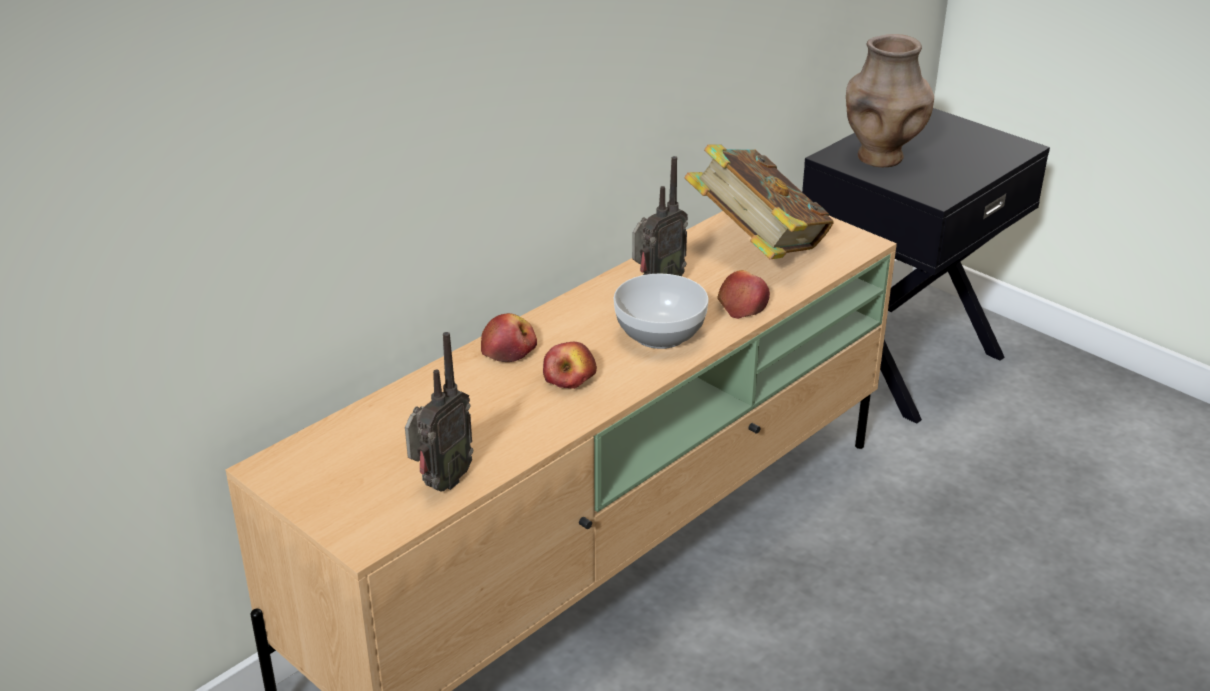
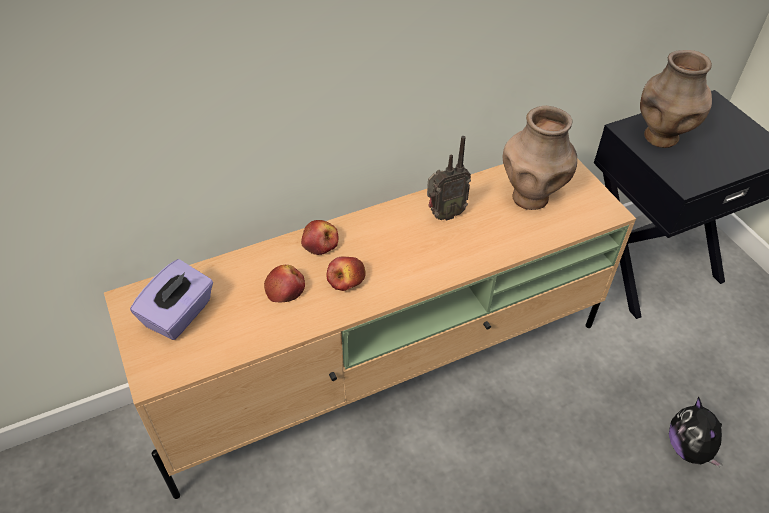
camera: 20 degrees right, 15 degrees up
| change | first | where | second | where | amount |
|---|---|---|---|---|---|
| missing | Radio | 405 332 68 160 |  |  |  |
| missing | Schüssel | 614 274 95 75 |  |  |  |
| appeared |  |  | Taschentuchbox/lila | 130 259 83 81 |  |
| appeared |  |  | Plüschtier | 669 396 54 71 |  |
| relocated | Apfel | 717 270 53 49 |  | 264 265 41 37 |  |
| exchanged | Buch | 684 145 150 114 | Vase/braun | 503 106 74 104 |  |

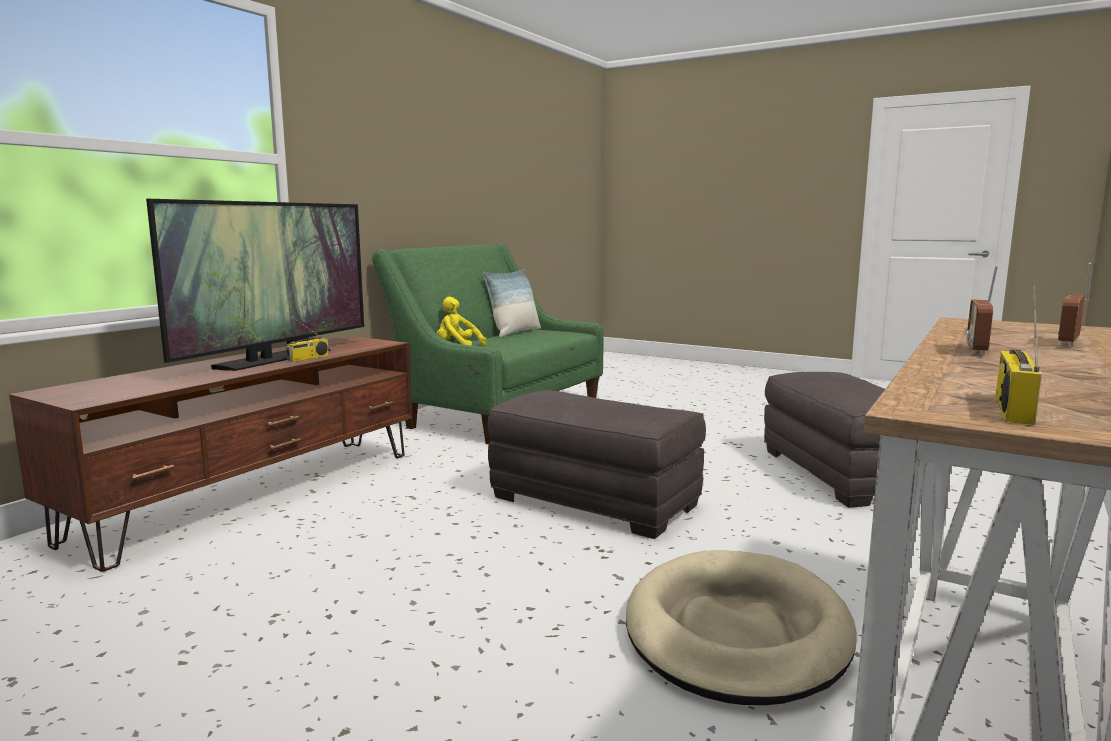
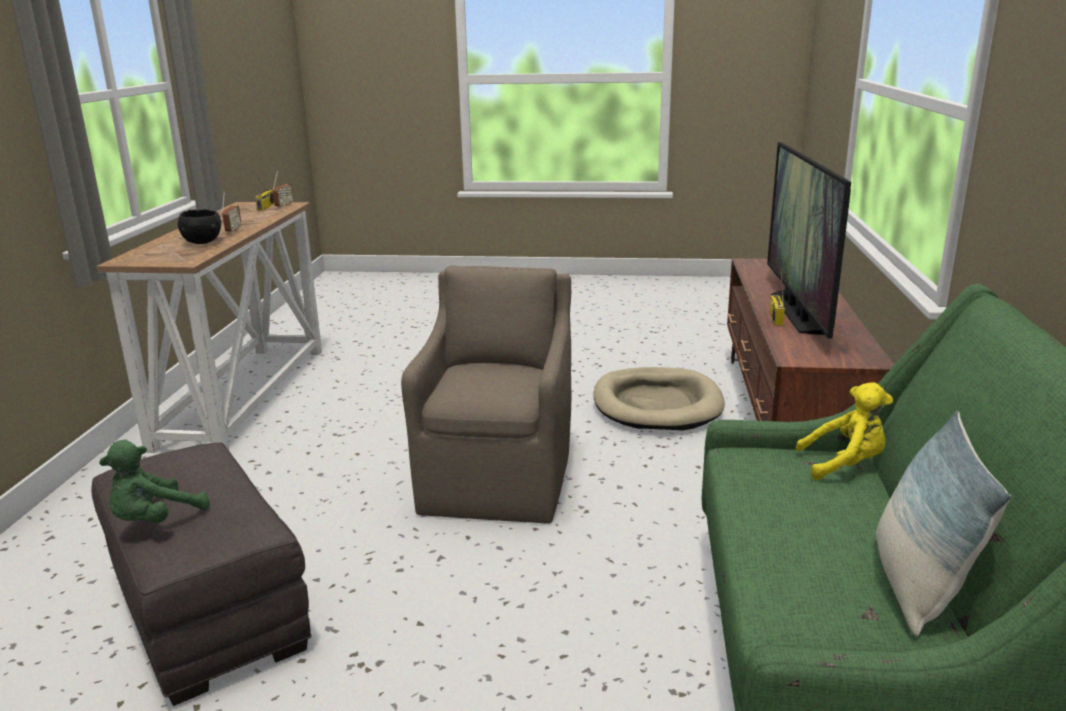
camera: 155 degrees right, 10 degrees up
| change | first | where | second | where | amount |
|---|---|---|---|---|---|
| appeared |  |  | Plüschtier/grün | 99 439 111 84 |  |
| appeared |  |  | Schüssel/schwarz | 178 209 43 35 |  |
| relocated | Hundebett/beige | 626 550 231 155 |  | 593 367 132 63 |  |
| relocated | Radio | 1058 262 33 84 |  | 272 171 22 37 |  |
| exchanged | Polsterhocker/grau | 488 390 218 149 | Sessel/braun | 401 266 170 258 |  |

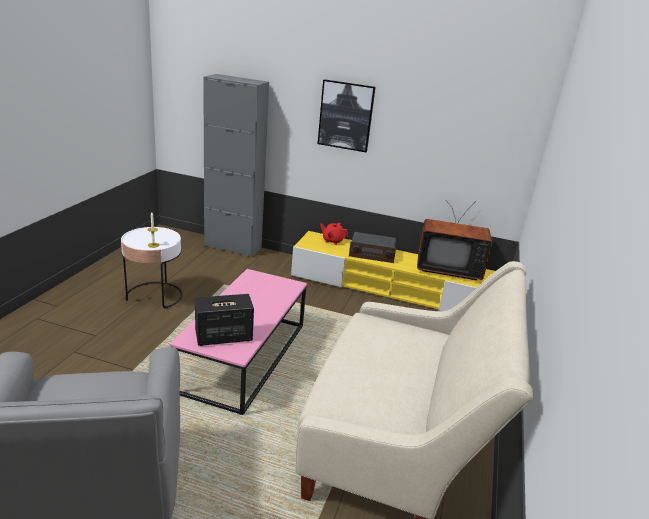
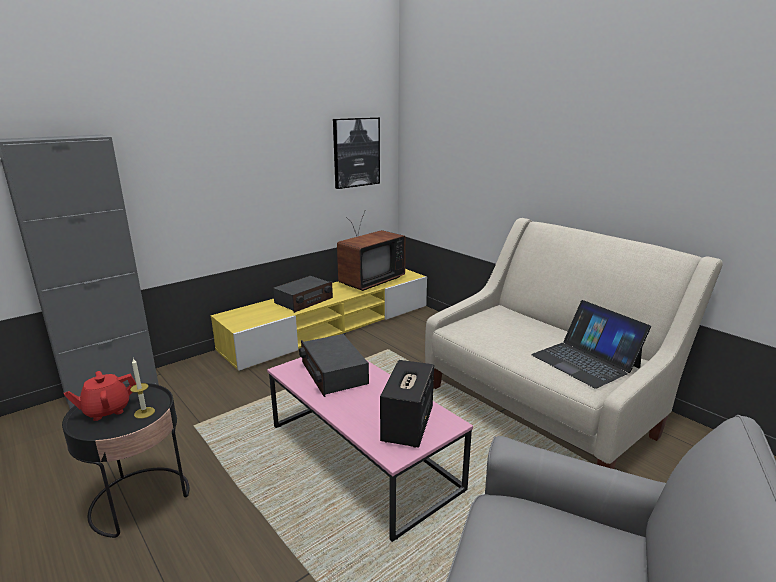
camera: 55 degrees left, 5 degrees down
| change | first | where | second | where | amount |
|---|---|---|---|---|---|
| appeared |  |  | Radio | 299 334 70 63 |  |
| appeared |  |  | Laptop | 531 300 120 89 |  |
| relocated | Bild | 318 79 58 73 |  | 333 117 47 72 |  |
| relocated | Teekanne/rot | 320 223 28 22 |  | 64 371 72 50 |  |
| colour | Beistelltisch/weiß | 121 227 61 81 | Beistelltisch/schwarz | 62 383 127 155 |  |

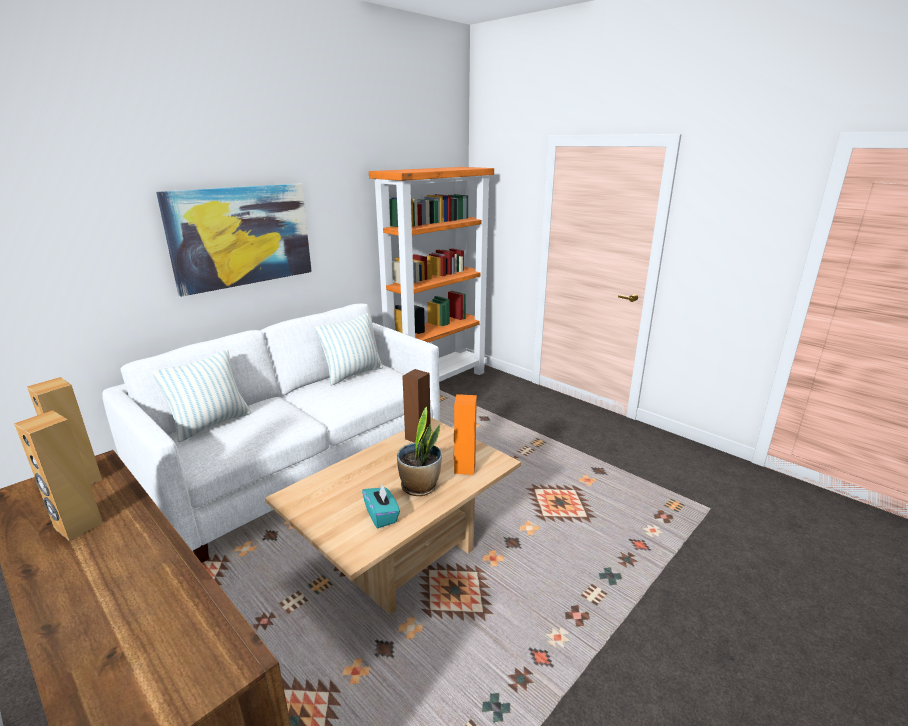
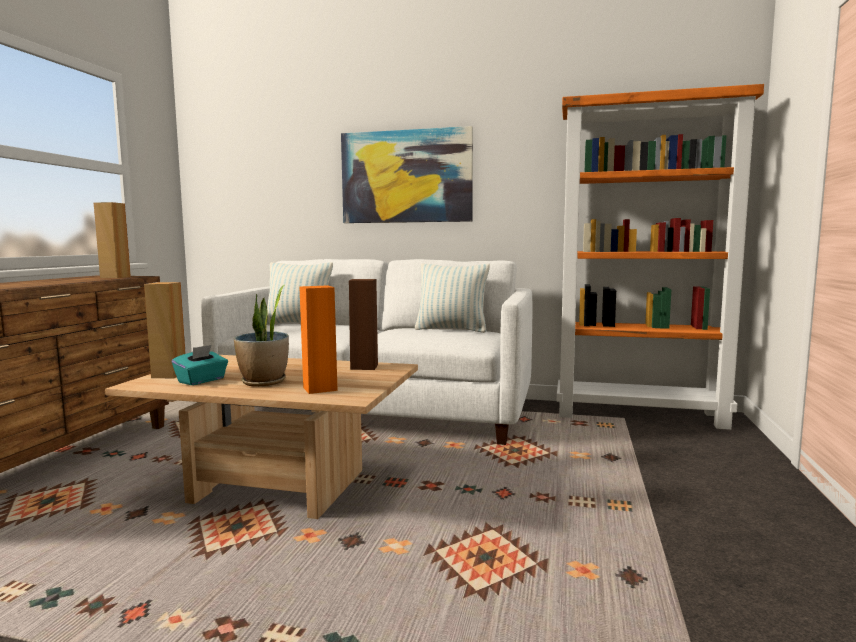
camera: 60 degrees right, 15 degrees down
| change | first | where | second | where | amount |
|---|---|---|---|---|---|
| relocated | Lautsprecher/braun | 14 410 89 131 |  | 144 282 42 96 |  |

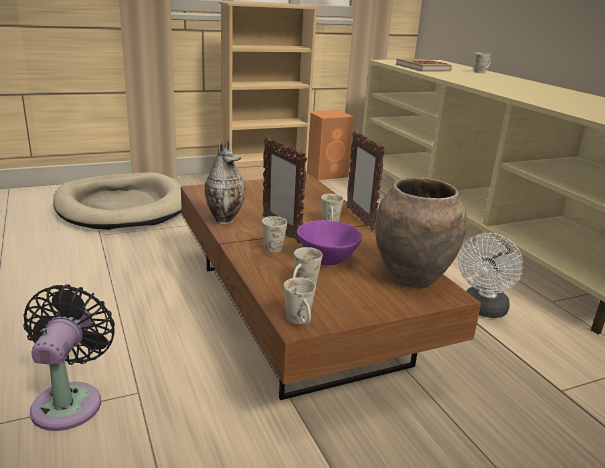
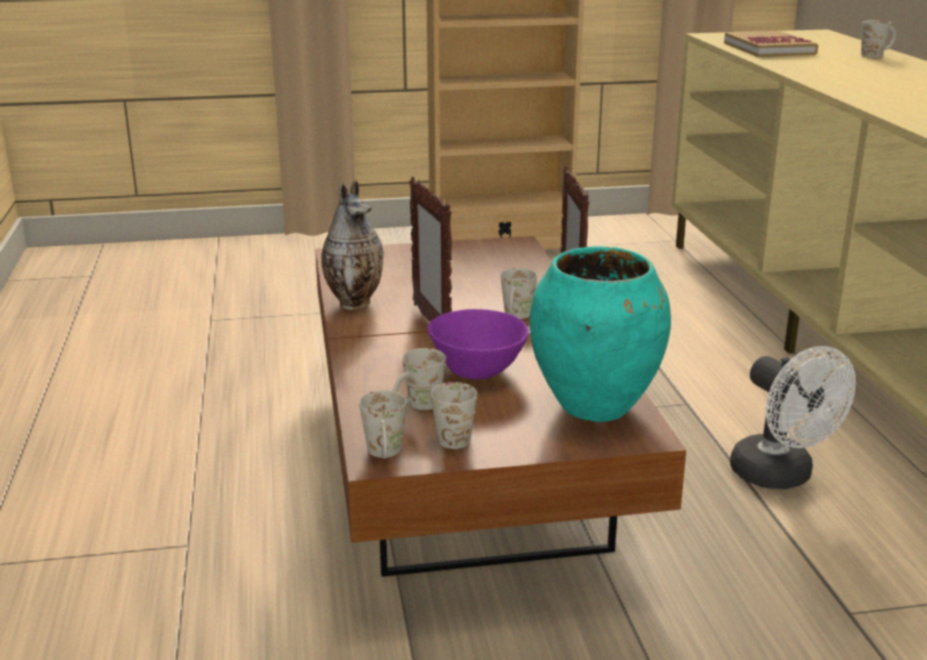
camera: 15 degrees right, 0 degrees up
| change | first | where | second | where | amount |
|---|---|---|---|---|---|
| missing | Ventilator/schwarz | 23 284 92 147 |  |  |  |
| missing | Hundebett/beige | 53 172 129 58 |  |  |  |
| missing | Lautsprecher/orange | 307 110 47 71 |  |  |  |
| relocated | Henkelbecher/weiß | 262 216 25 36 |  | 431 382 46 67 |  |
| colour | Vase/braun | 375 177 92 112 | Vase/türkis | 530 246 141 176 |  |
| spun | Ventilator/weiß | 458 233 66 85 |  | 730 346 126 143 | 75 degrees counterclockwise |

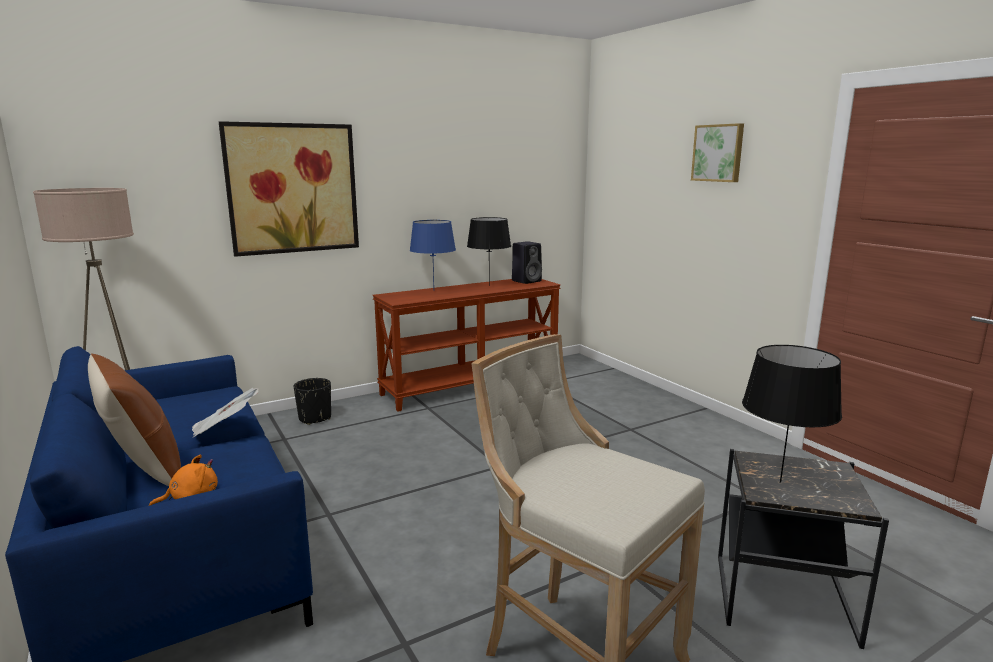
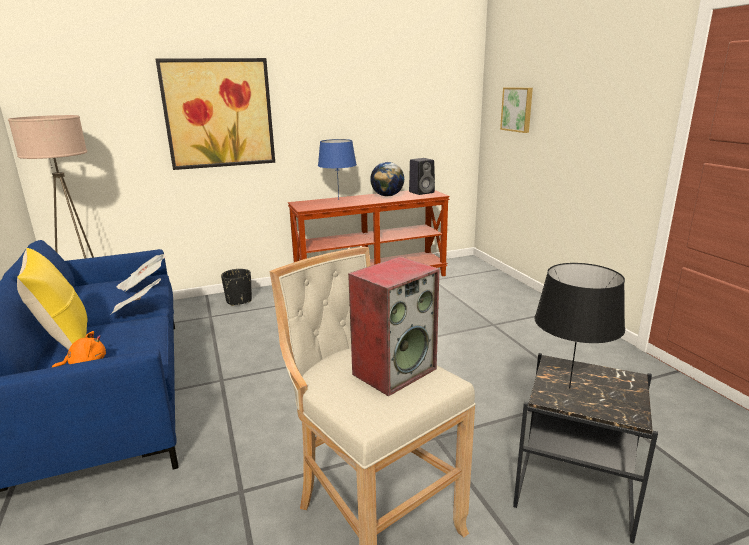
camera: 10 degrees right, 5 degrees up
| change | first | where | second | where | amount |
|---|---|---|---|---|---|
| appeared |  |  | Zeitung | 117 254 49 37 |  |
| appeared |  |  | Lautsprecher | 348 256 92 140 |  |
| relocated | Bild | 691 123 53 59 |  | 500 87 33 46 |  |
| exchanged | Tischlampe/schwarz | 467 217 44 69 | Globus | 370 162 34 34 |  |
| colour | Kissen/braun | 88 354 93 132 | Kissen/gelb | 17 248 71 102 |  |

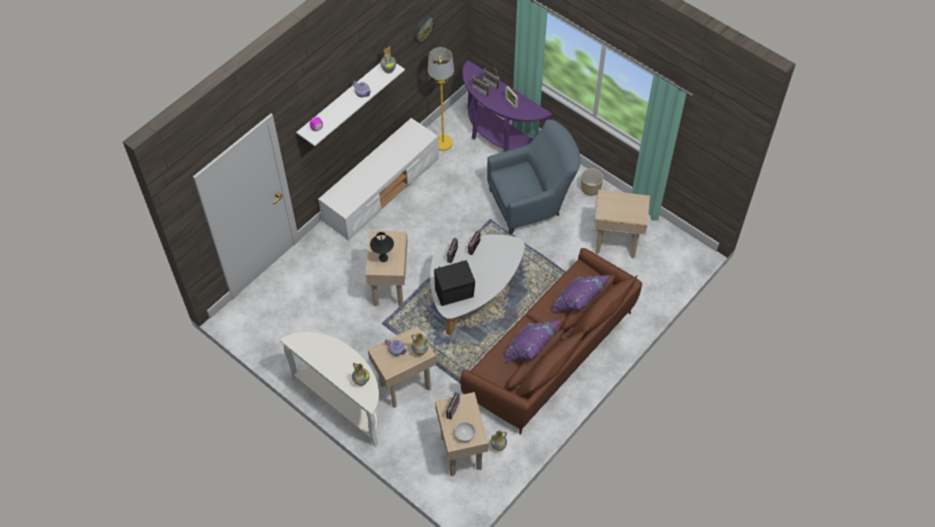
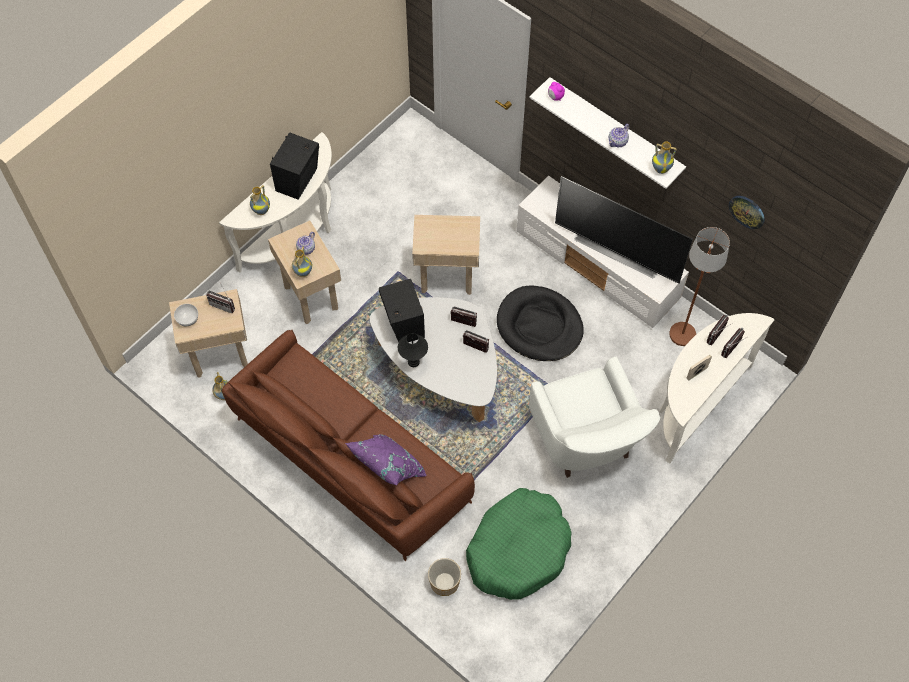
camera: 90 degrees right, 5 degrees up
| change | first | where | second | where | amount |
|---|---|---|---|---|---|
| missing | Kissen/lila | 504 321 56 41 |  |  |  |
| appeared |  |  | Lautsprecher/schwarz | 270 132 49 68 |  |
| appeared |  |  | Hundebett/schwarz | 497 285 87 76 |  |
| appeared |  |  | Fernseher | 555 176 138 108 |  |
| relocated | Tischlampe/schwarz | 370 232 24 30 |  | 398 333 30 34 |  |
| relocated | Pflanzkübel | 581 168 22 28 |  | 428 558 33 38 |  |
| exchanged | Beistelltisch/beige | 594 190 56 68 | Hundebett/grün | 466 488 106 112 |  |
| colour | Stehlampe/gelb | 428 47 26 104 | Stehlampe/braun | 669 227 61 119 |  |
| colour | Konsolentisch/lila | 463 60 89 92 | Konsolentisch/weiß | 659 313 116 151 |  |
| colour | Sessel/blau | 487 120 94 114 | Sessel/weiß | 529 357 131 121 |  |

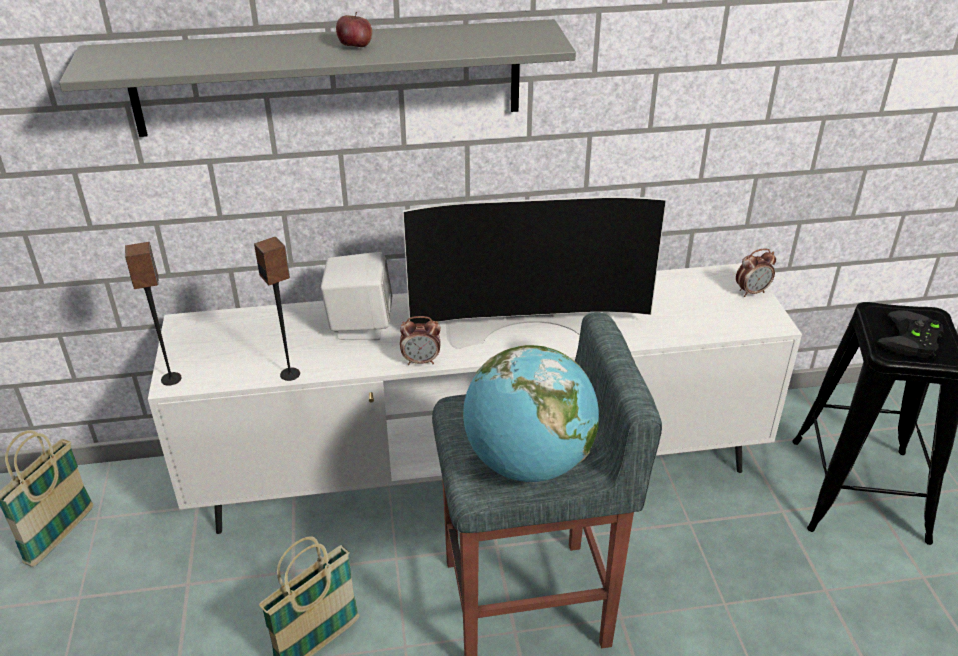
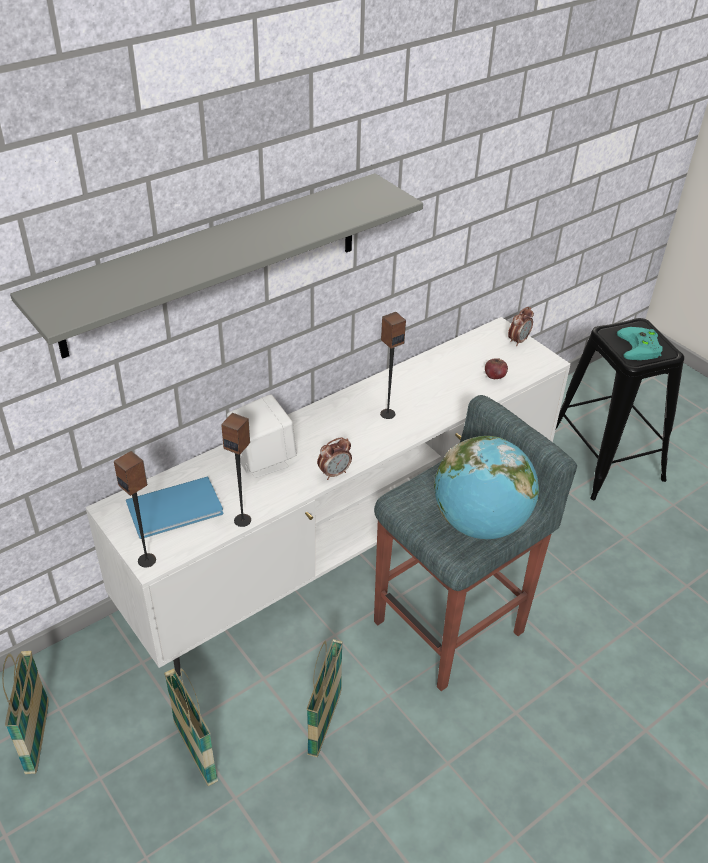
camera: 30 degrees left, 5 degrees up
| change | first | where | second | where | amount |
|---|---|---|---|---|---|
| appeared |  |  | Buch/blau | 126 476 98 63 |  |
| appeared |  |  | Korb | 164 668 54 118 |  |
| relocated | Apfel | 336 12 36 35 |  | 485 359 23 20 |  |
| exchanged | Fernseher | 403 196 263 153 | Lautsprecher | 380 312 26 107 |  |
| colour | Gamepad/schwarz | 877 310 67 48 | Gamepad/türkis | 617 327 46 33 |  |

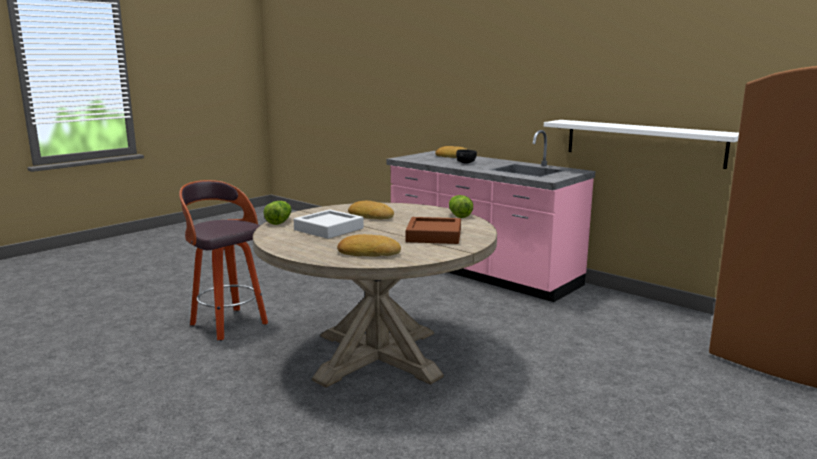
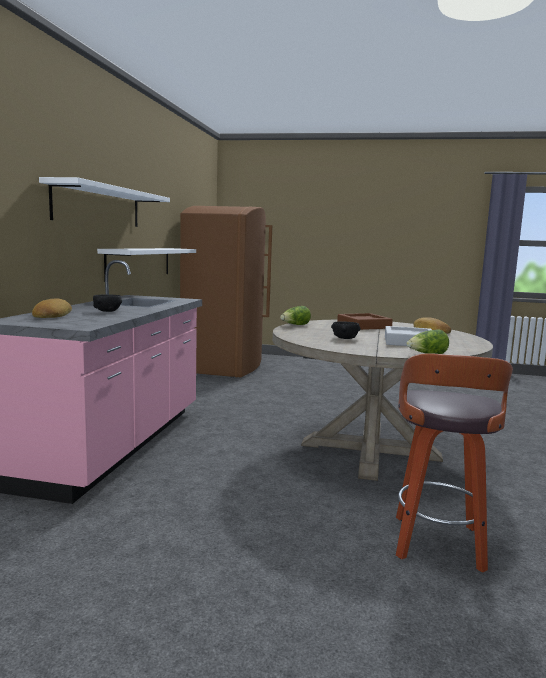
camera: 120 degrees left, 5 degrees down
| change | first | where | second | where | amount |
|---|---|---|---|---|---|
| appeared |  |  | Wandregal/weiß | 39 177 131 50 |  |
| exchanged | Brot | 348 201 46 18 | Schüssel/schwarz | 331 322 30 17 |  |

